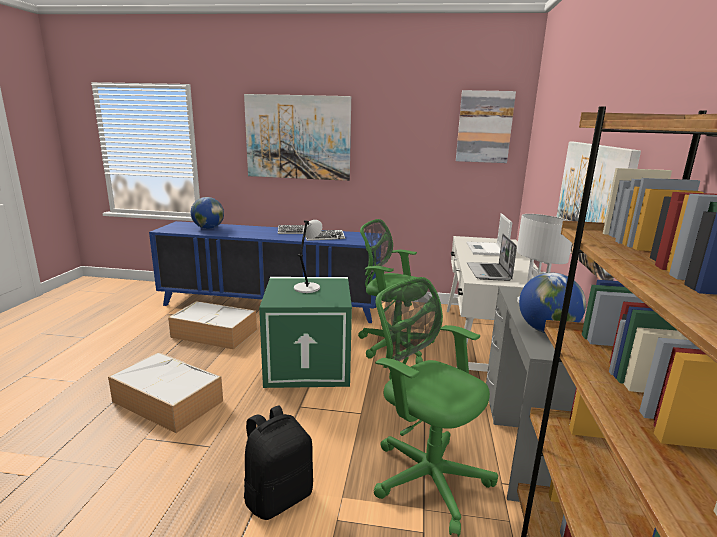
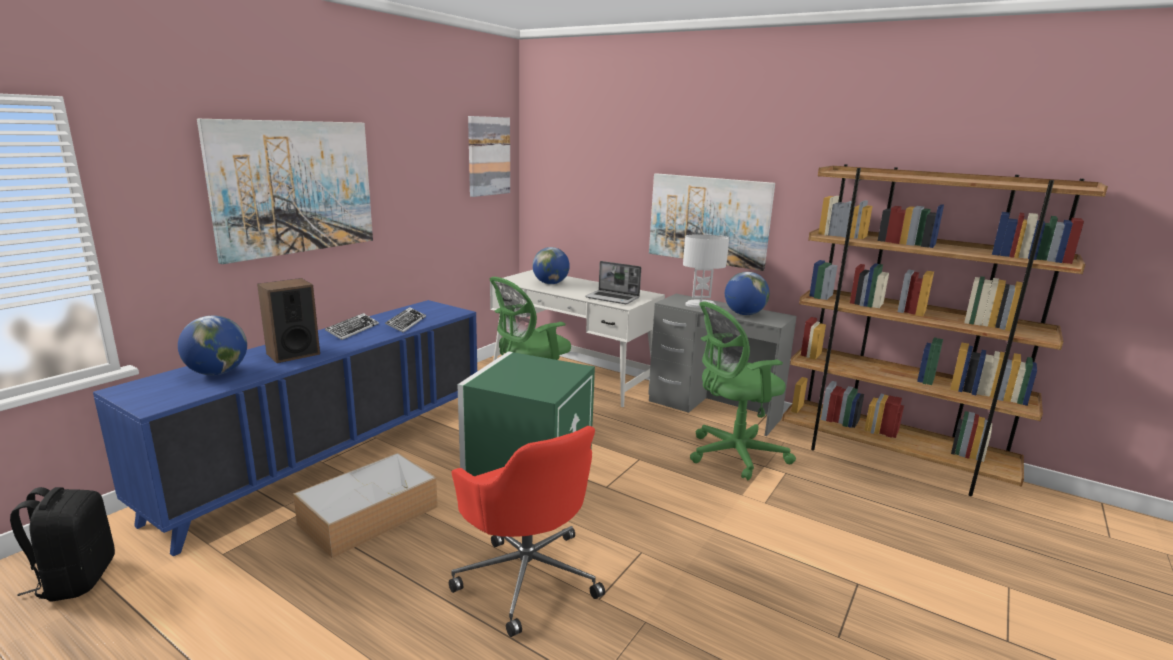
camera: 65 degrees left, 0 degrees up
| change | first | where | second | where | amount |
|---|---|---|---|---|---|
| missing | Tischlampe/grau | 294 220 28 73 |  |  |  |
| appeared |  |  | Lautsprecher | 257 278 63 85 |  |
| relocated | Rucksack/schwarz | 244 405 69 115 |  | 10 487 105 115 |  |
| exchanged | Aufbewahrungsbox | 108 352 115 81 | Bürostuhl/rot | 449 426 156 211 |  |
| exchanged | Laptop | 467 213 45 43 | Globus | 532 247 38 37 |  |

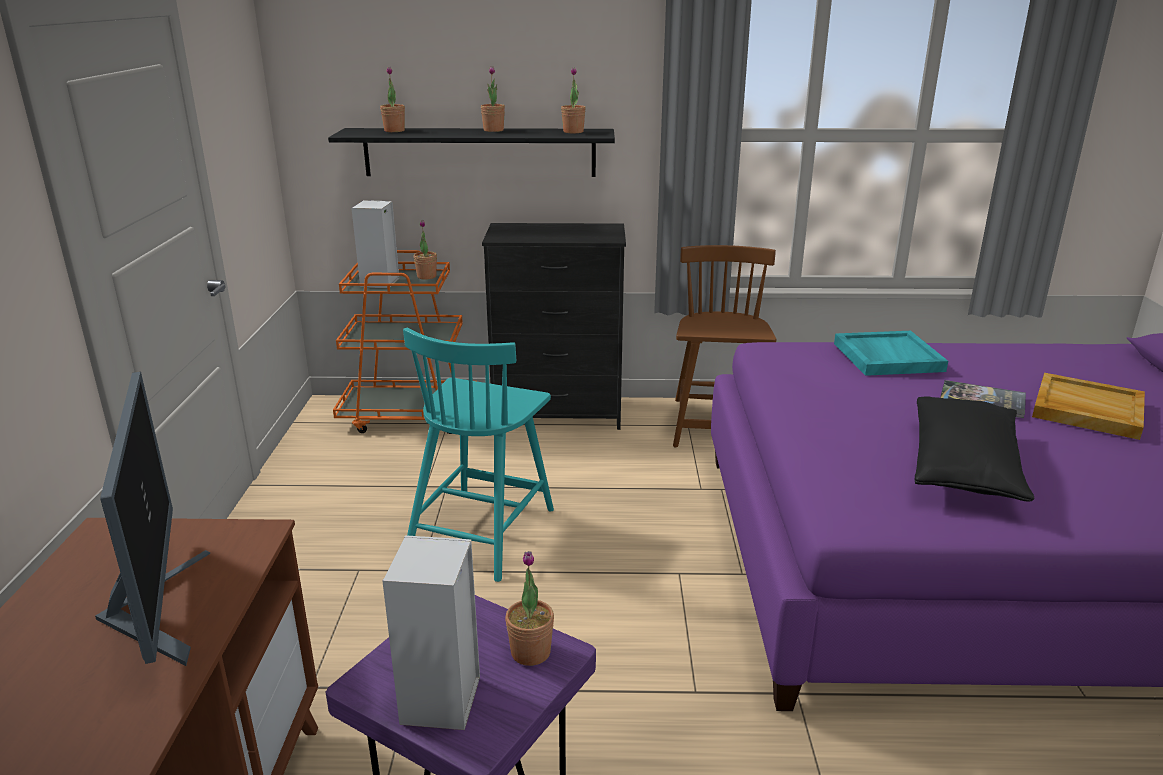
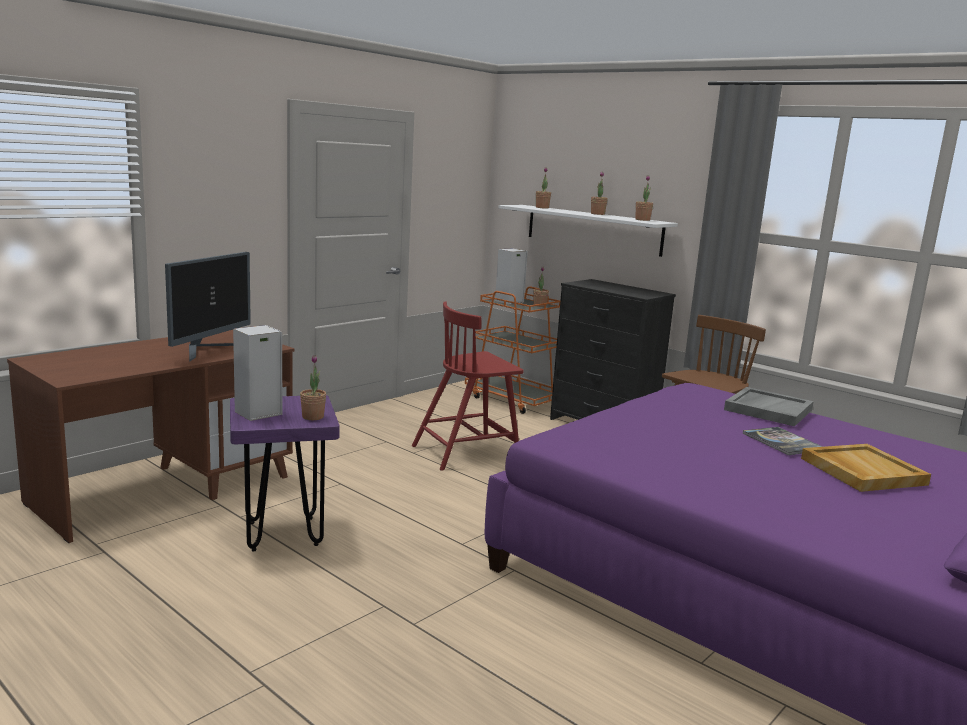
camera: 40 degrees right, 10 degrees down
| change | first | where | second | where | amount |
|---|---|---|---|---|---|
| missing | Kissen/schwarz | 915 396 119 106 |  |  |  |
| colour | Wandregal/schwarz | 328 128 287 49 | Wandregal/weiß | 499 205 179 52 |  |
| colour | Stuhl/türkis | 403 328 151 254 | Stuhl/rot | 412 302 112 169 |  |
| colour | Tablett/türkis | 834 331 114 45 | Tablett/grau | 724 387 90 39 |  |

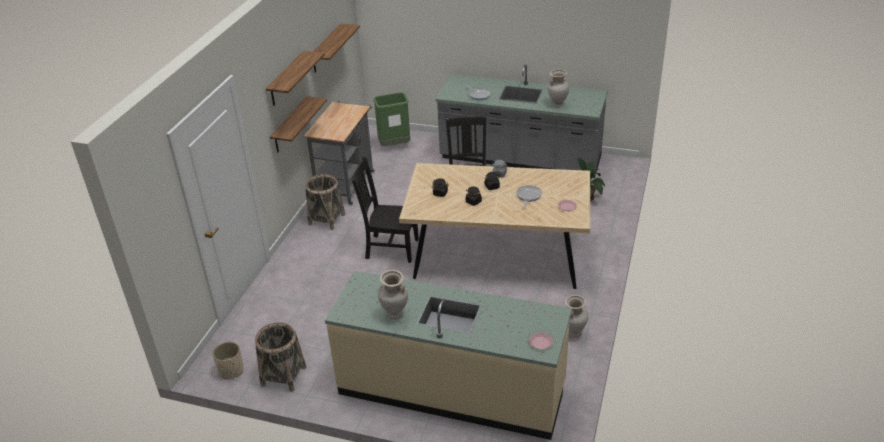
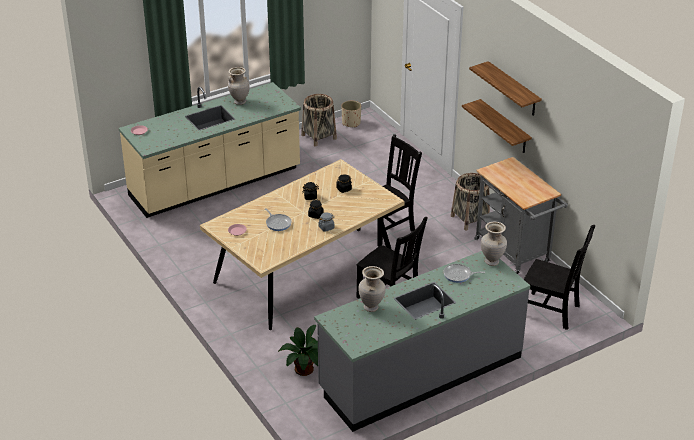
camera: 130 degrees right, 0 degrees up
| change | first | where | second | where | amount |
|---|---|---|---|---|---|
| missing | Wandregal | 313 24 47 49 |  |  |  |
| relocated | Vase/beige | 565 295 23 43 |  | 481 222 26 44 |  |
| exchanged | Mülleimer/grün | 373 92 37 54 | Stuhl/schwarz | 524 225 71 105 |  |

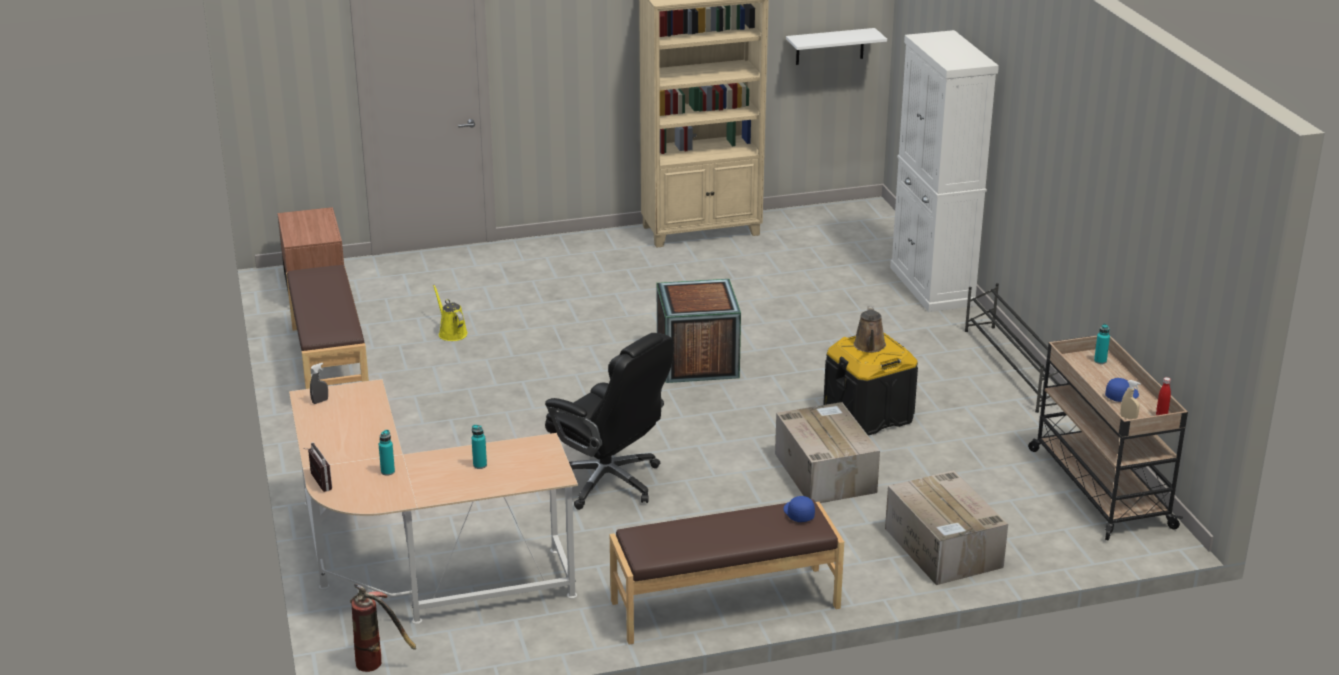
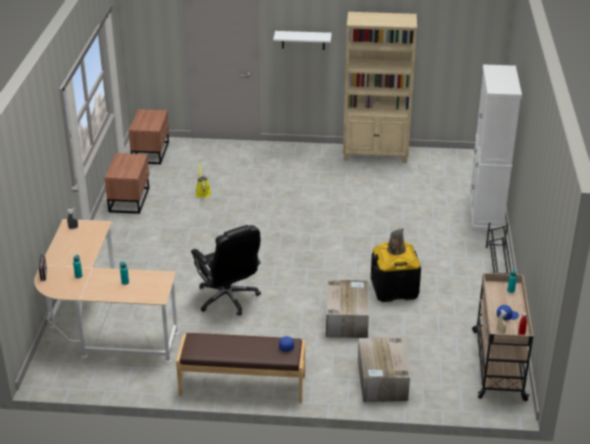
camera: 20 degrees right, 5 degrees up
| change | first | where | second | where | amount |
|---|---|---|---|---|---|
| missing | Feuerlöscher | 350 584 66 88 |  |  |  |
| missing | Kiste | 657 279 84 104 |  |  |  |
| relocated | Wandregal/weiß | 786 28 101 37 |  | 273 31 59 19 |  |
| exchanged | Bank/braun | 286 265 83 124 | Nachttisch/braun | 105 153 44 61 |  |

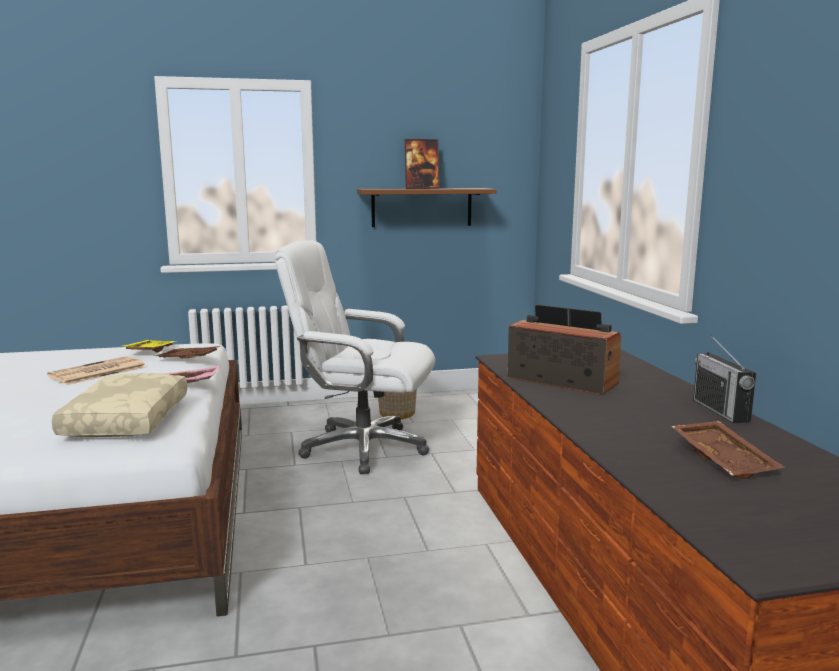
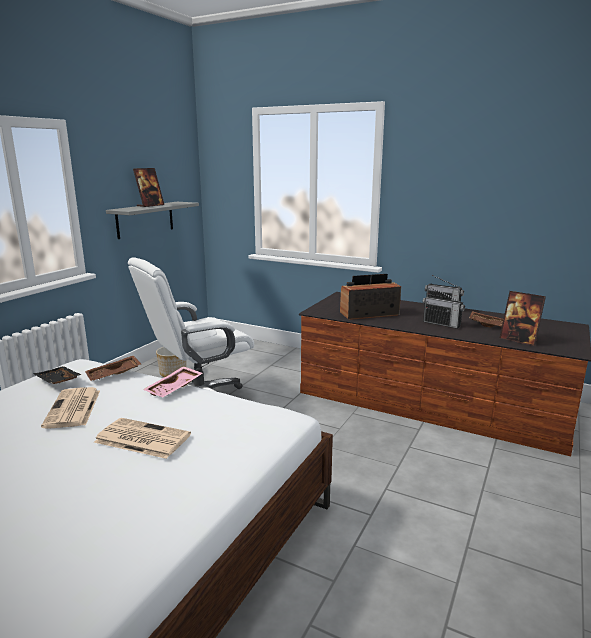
camera: 50 degrees left, 5 degrees up
| change | first | where | second | where | amount |
|---|---|---|---|---|---|
| missing | Kissen/beige | 52 373 136 64 |  |  |  |
| appeared |  |  | Zeitung | 94 418 97 41 |  |
| appeared |  |  | Radio | 422 287 43 42 |  |
| appeared |  |  | Bilderrahmen | 500 291 46 55 |  |
| colour | Tablett/gelb | 123 340 54 13 | Tablett/schwarz | 33 366 49 18 |  |
| colour | Wandregal/braun | 357 188 140 39 | Wandregal/grau | 106 202 93 37 |  |

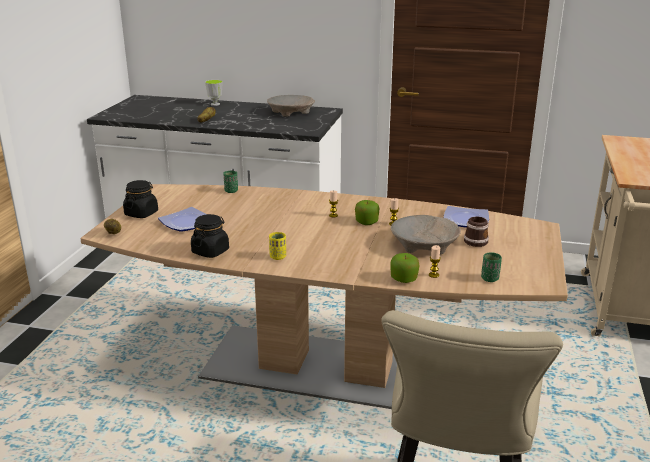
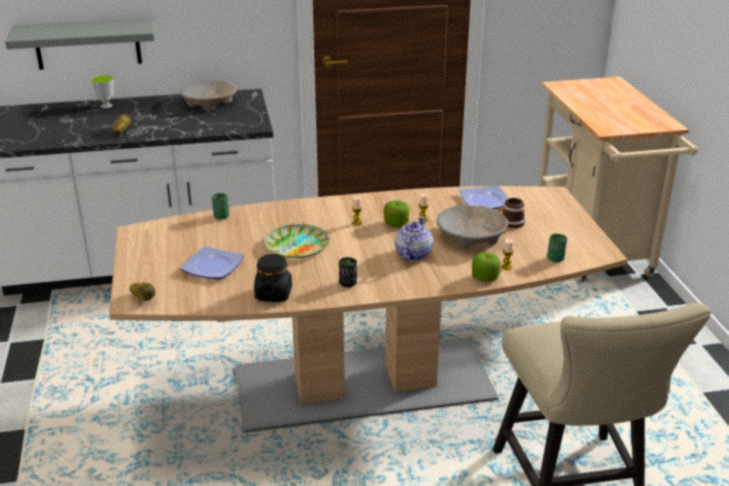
camera: 25 degrees left, 5 degrees up
| change | first | where | second | where | amount |
|---|---|---|---|---|---|
| missing | Vorratsglas/schwarz | 123 180 35 38 |  |  |  |
| appeared |  |  | Wandregal/grau | 5 18 150 52 |  |
| appeared |  |  | Teller | 265 224 65 34 |  |
| appeared |  |  | Teekanne | 395 216 38 45 |  |
| colour | Tasse/gelb | 269 232 17 28 | Tasse/schwarz | 339 257 18 30 |  |

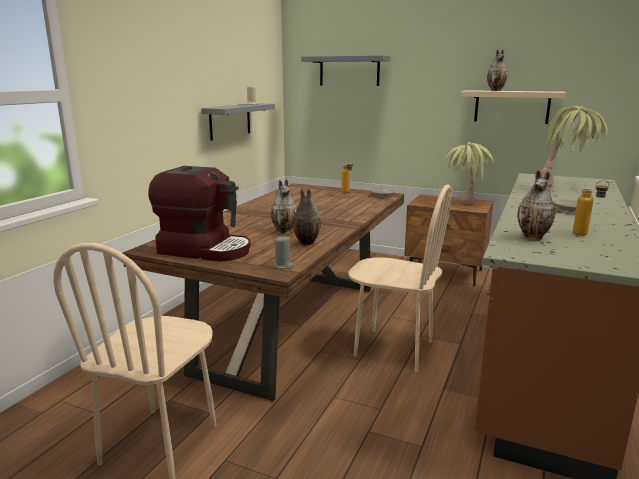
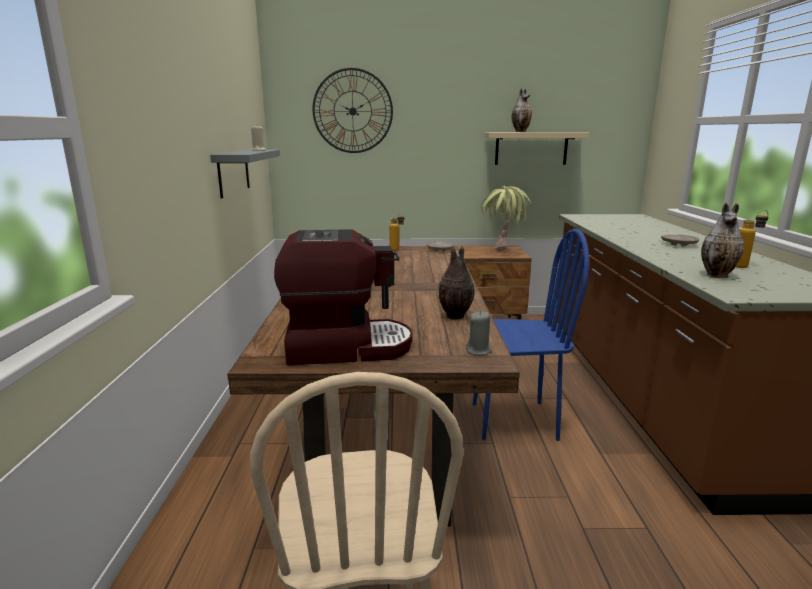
camera: 25 degrees left, 0 degrees up
| change | first | where | second | where | amount |
|---|---|---|---|---|---|
| missing | Vase | 271 179 26 55 |  |  |  |
| missing | Topfpflanze | 541 106 67 81 |  |  |  |
| exchanged | Wandregal/grau | 301 55 89 31 | Wanduhr | 313 68 80 85 |  |
| colour | Stuhl/beige | 348 185 104 187 | Stuhl/blau | 473 229 116 212 |  |

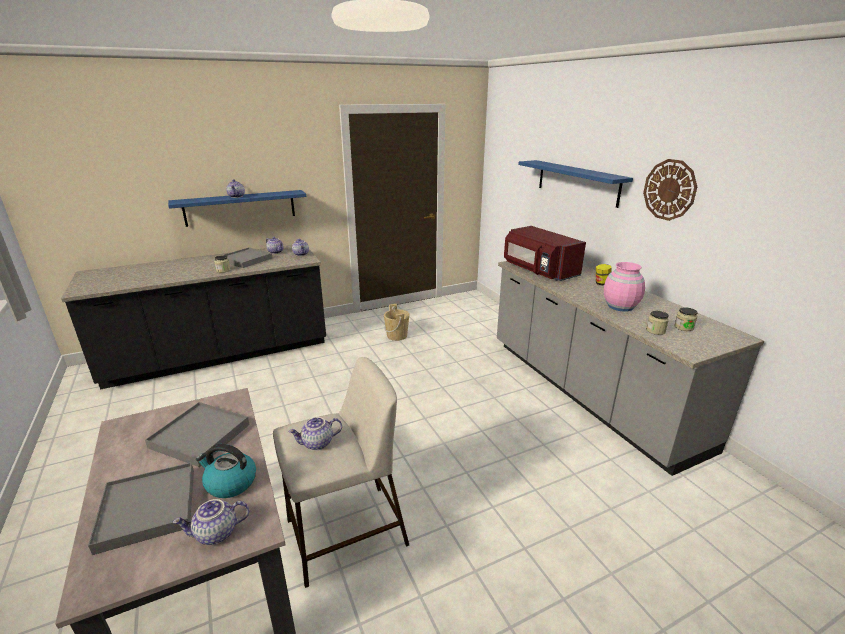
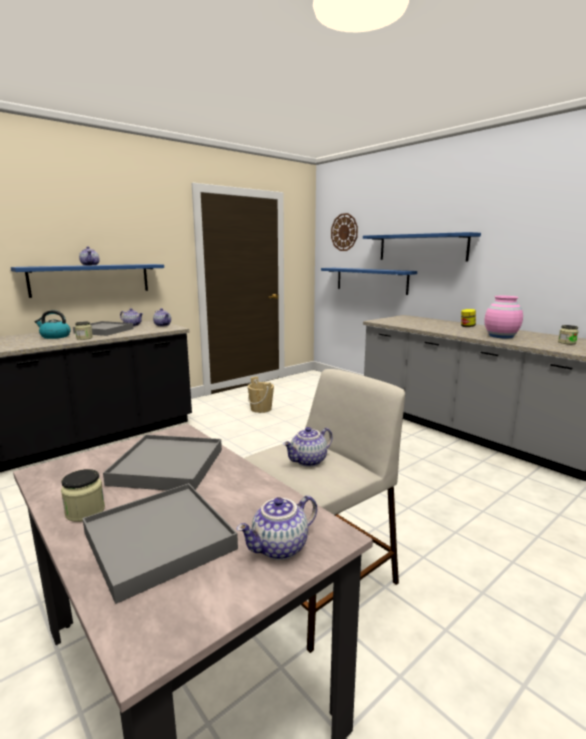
camera: 15 degrees left, 10 degrees down
| change | first | where | second | where | amount |
|---|---|---|---|---|---|
| missing | Mikrowelle/rot | 504 226 82 55 |  |  |  |
| appeared |  |  | Wandregal/blau | 321 268 96 27 |  |
| relocated | Wasserkessel | 196 444 60 54 |  | 35 310 36 29 |  |
| relocated | Wanduhr | 643 159 54 62 |  | 331 213 27 38 |  |
| relocated | Vorratsglas | 646 311 23 24 |  | 61 469 44 53 |  |

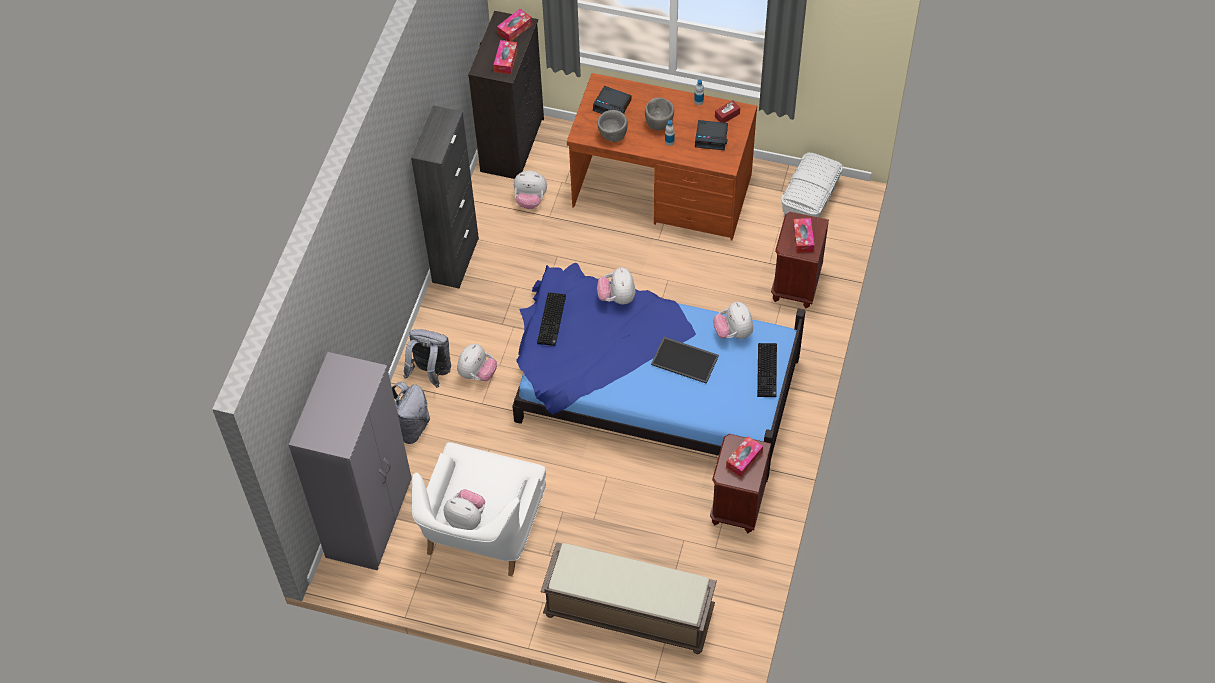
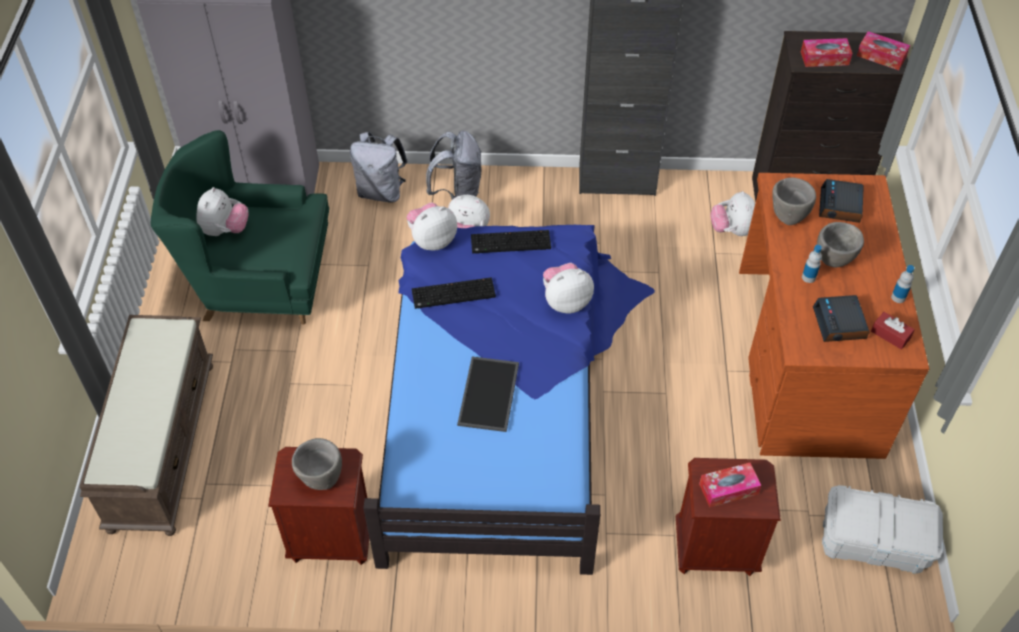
camera: 75 degrees right, 5 degrees down
| change | first | where | second | where | amount |
|---|---|---|---|---|---|
| relocated | Plüschtier | 713 302 40 37 |  | 407 202 50 48 |  |
| relocated | Tastatur | 757 343 20 54 |  | 412 278 84 31 |  |
| exchanged | Taschentuchbox | 726 436 37 41 | Schüssel/grau | 292 438 50 52 |  |
| colour | Sessel/weiß | 412 442 134 135 | Sessel/grün | 151 130 178 195 |  |

